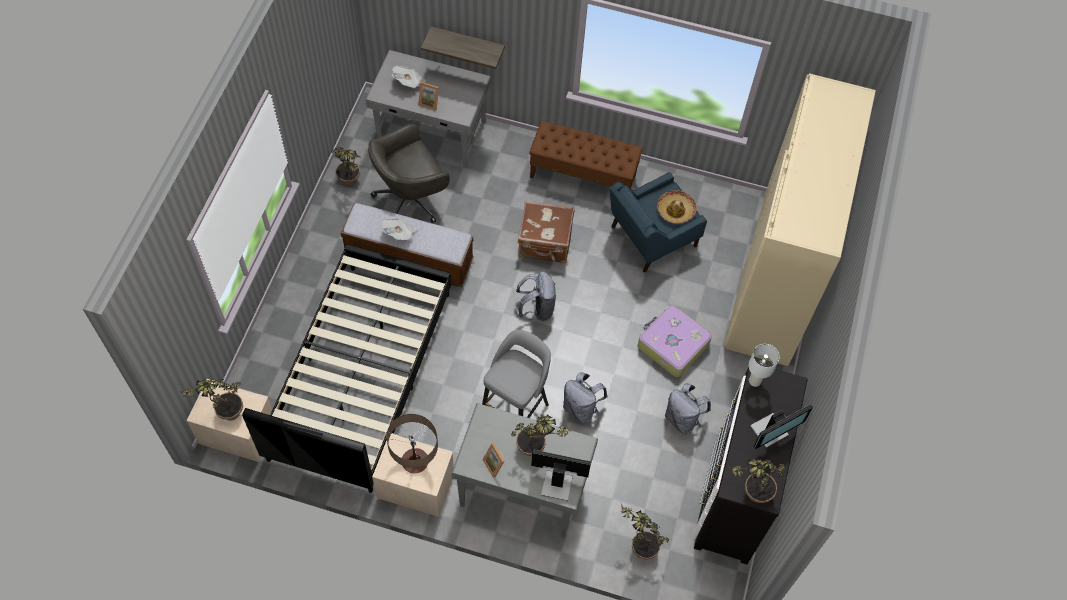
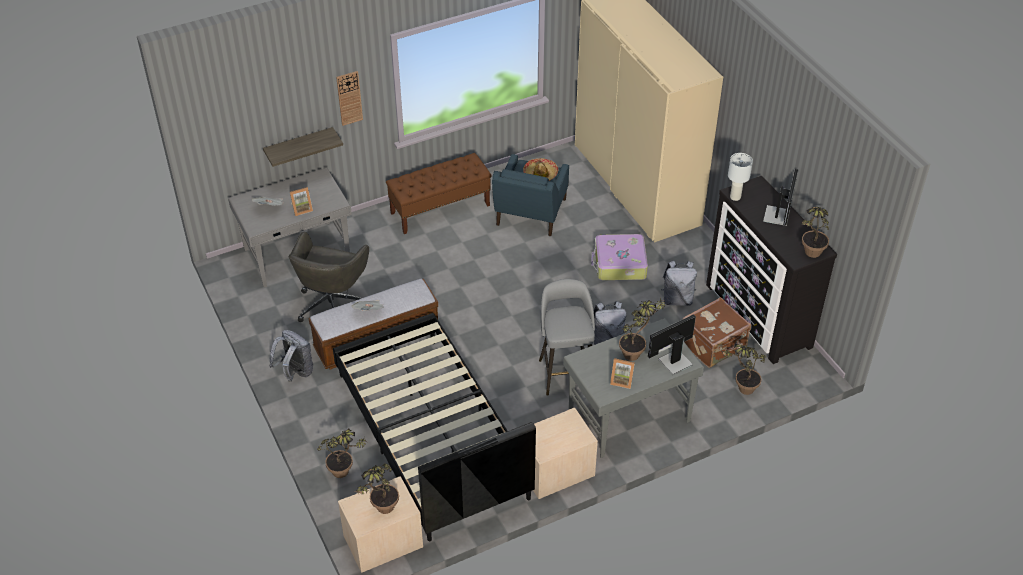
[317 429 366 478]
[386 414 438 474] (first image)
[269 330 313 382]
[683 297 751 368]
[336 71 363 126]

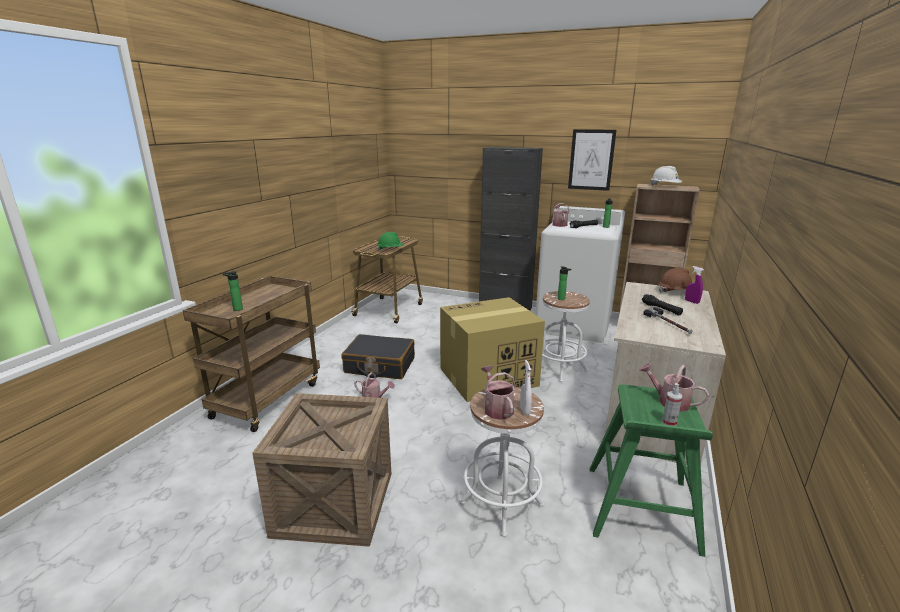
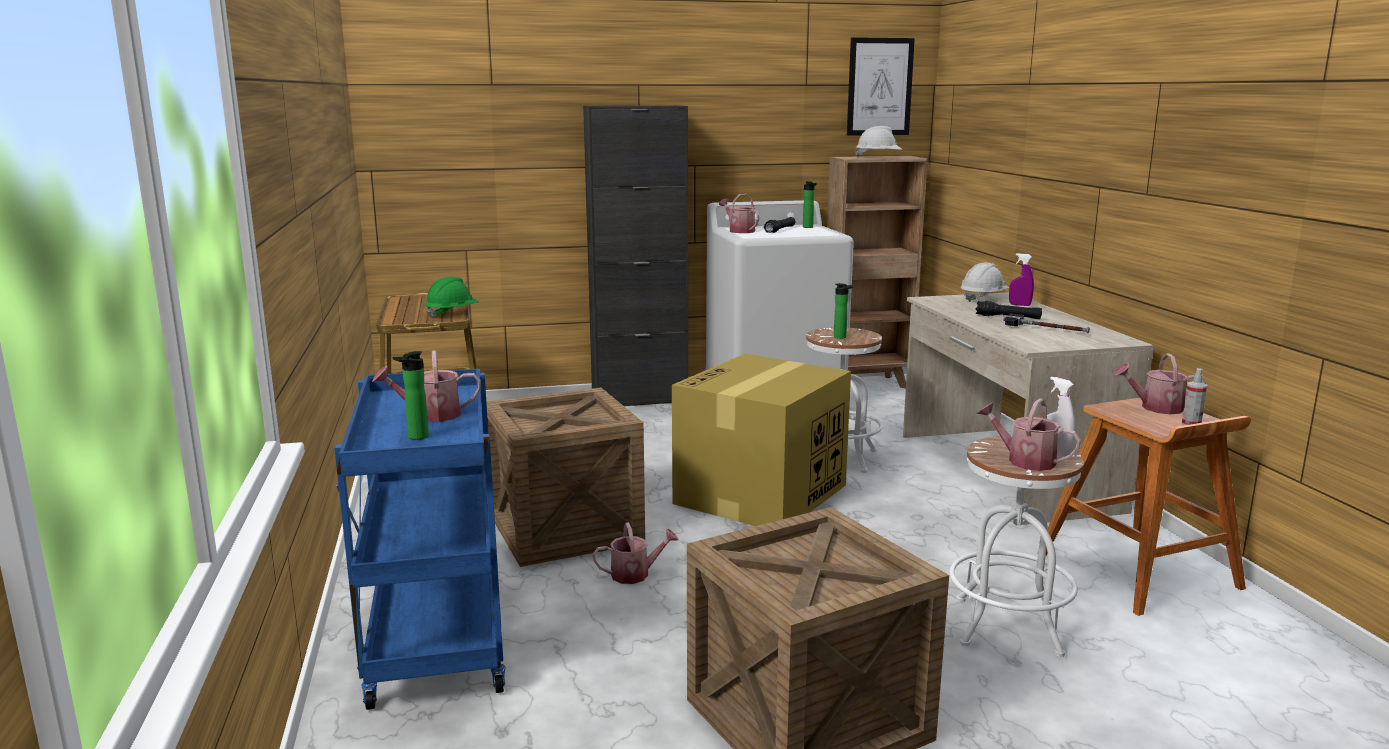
[334 369 506 710]
[486 388 645 567]
[847 37 915 136]
[1037 398 1251 616]
[960 263 1009 302]
[372 350 481 422]

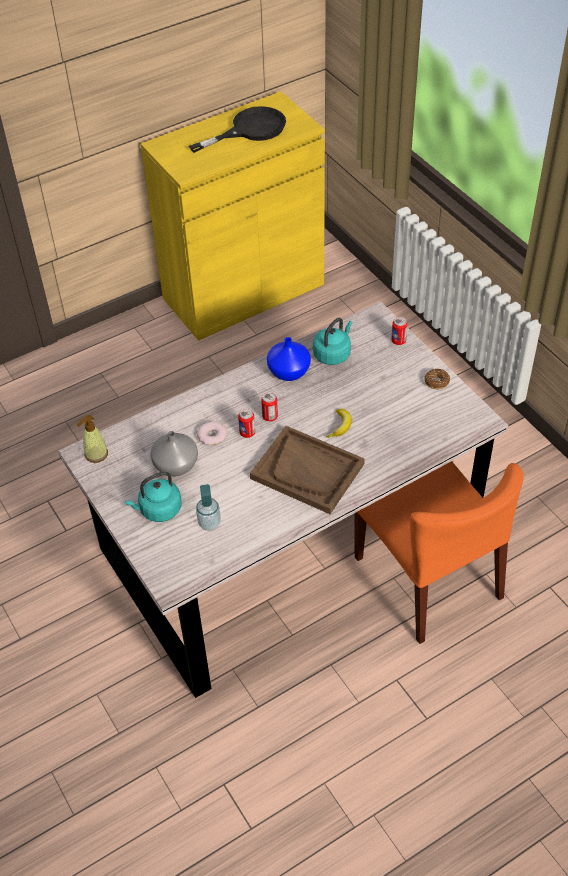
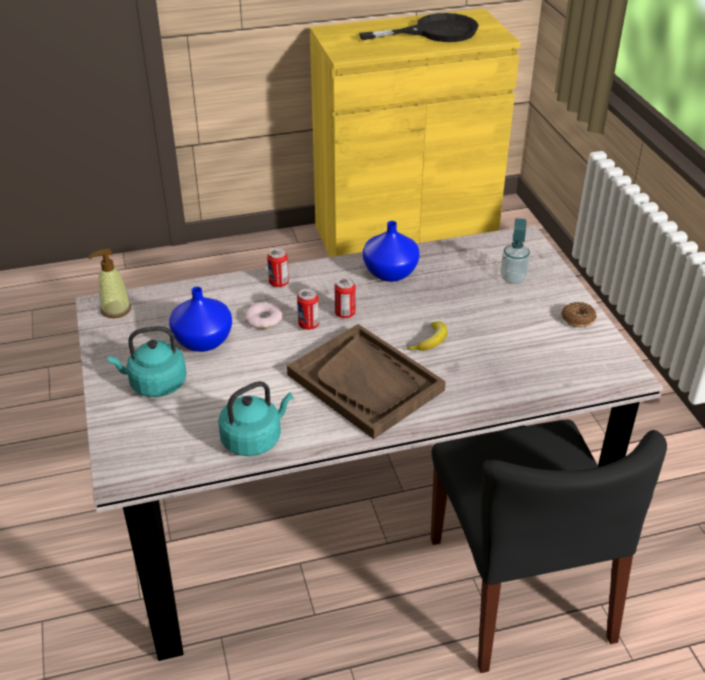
[169 287 232 352]
[500 218 530 284]
[218 381 293 456]
[431 420 667 673]
[267 248 289 287]

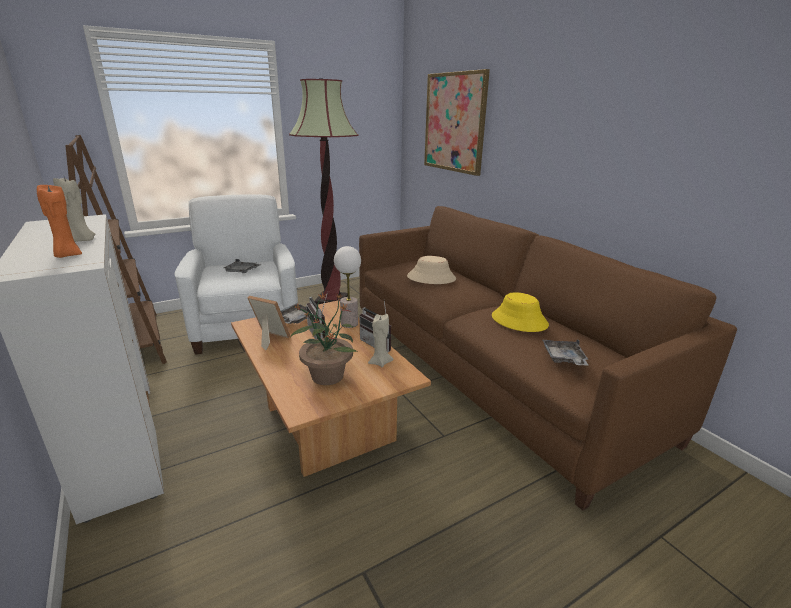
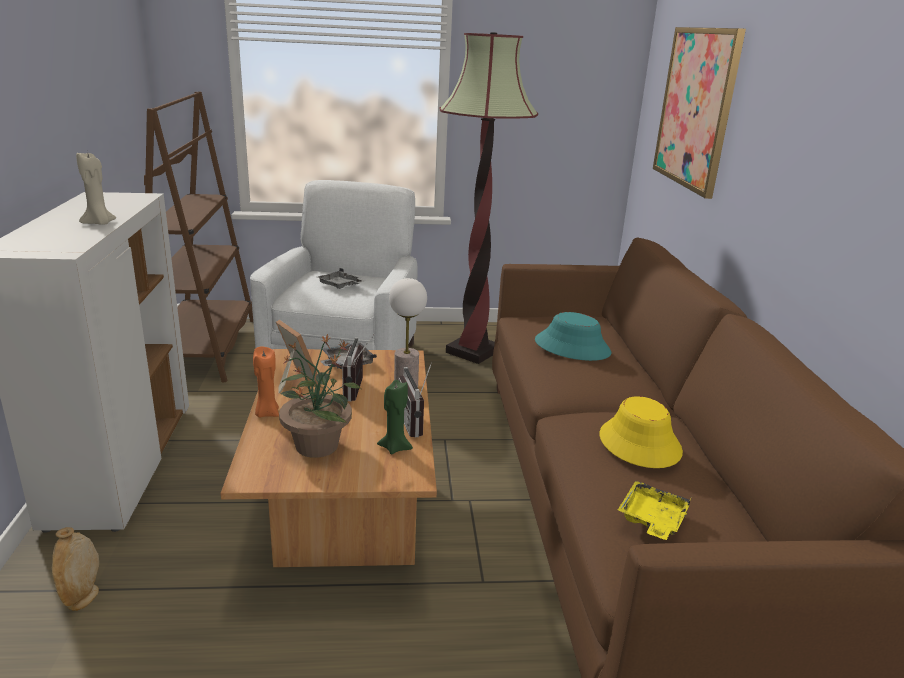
[253 347 279 418]
[377 380 413 454]
[535 312 611 361]
[618 481 692 540]
[52 527 99 611]

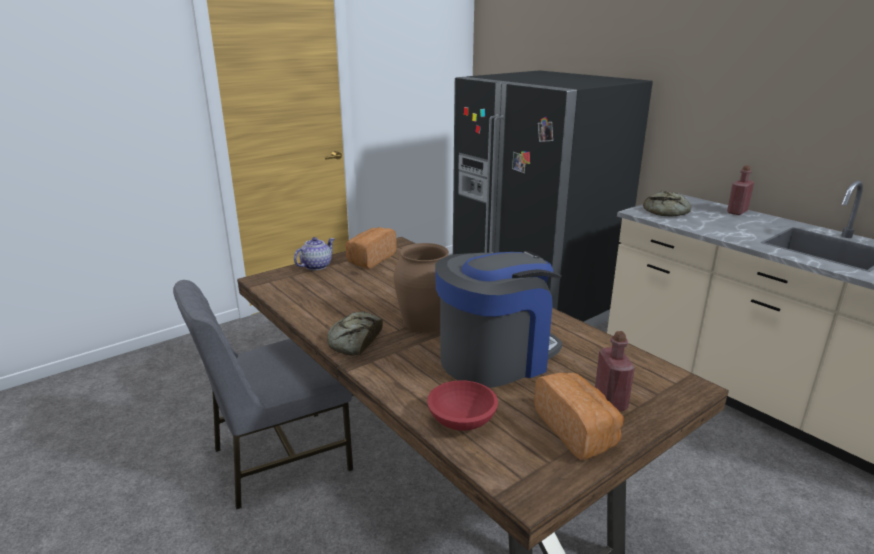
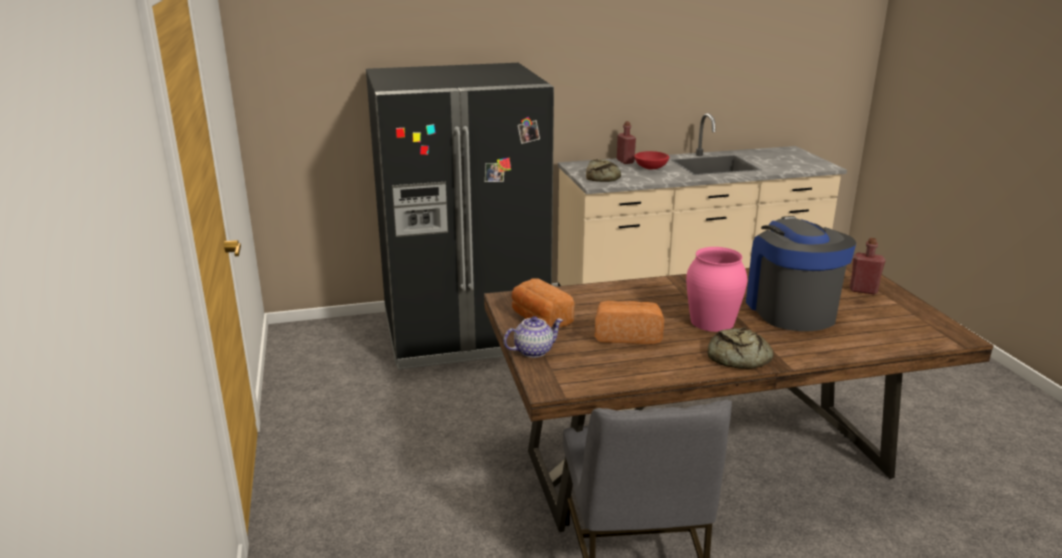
[503 316 563 358]
[686 247 747 332]
[634 151 669 169]
[595 301 664 344]

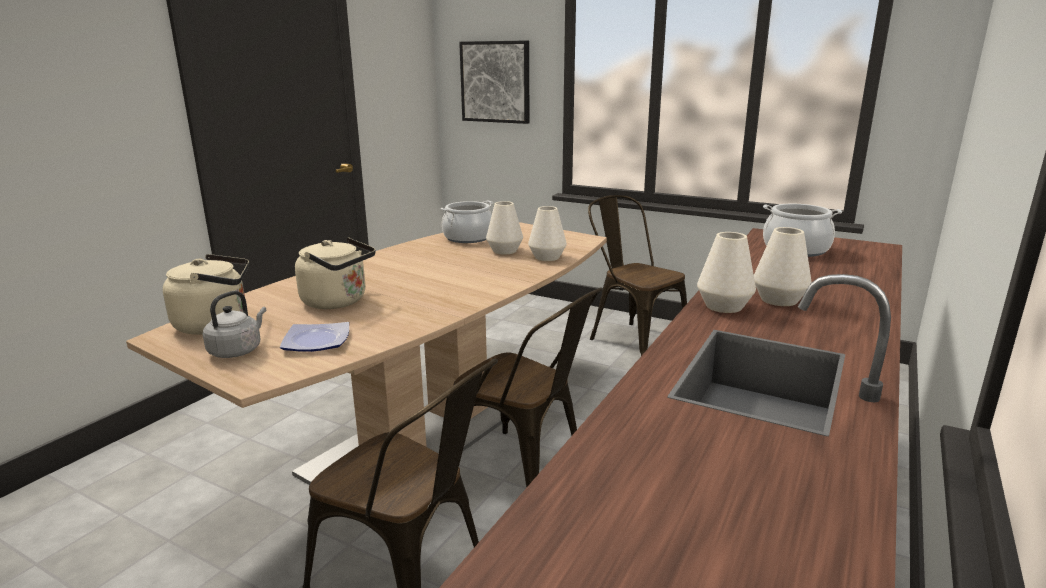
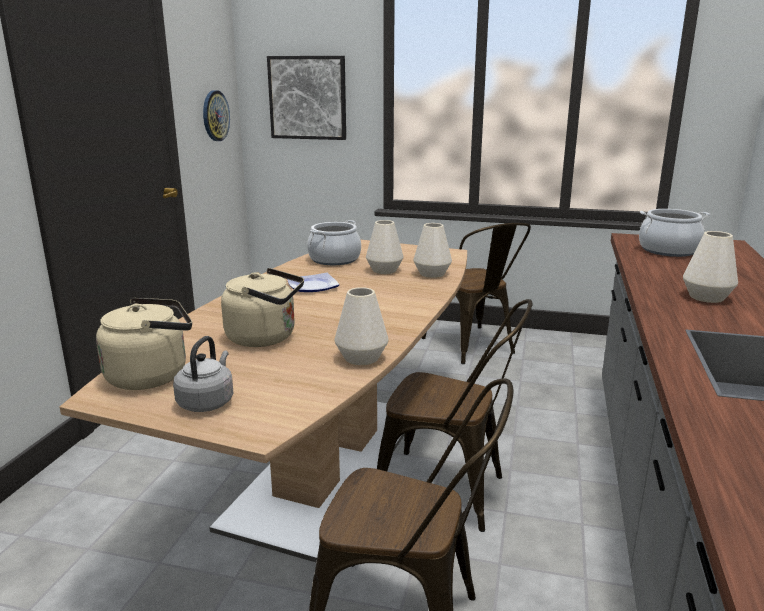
[287 273 339 292]
[421 223 531 364]
[335 287 388 365]
[203 90 230 141]

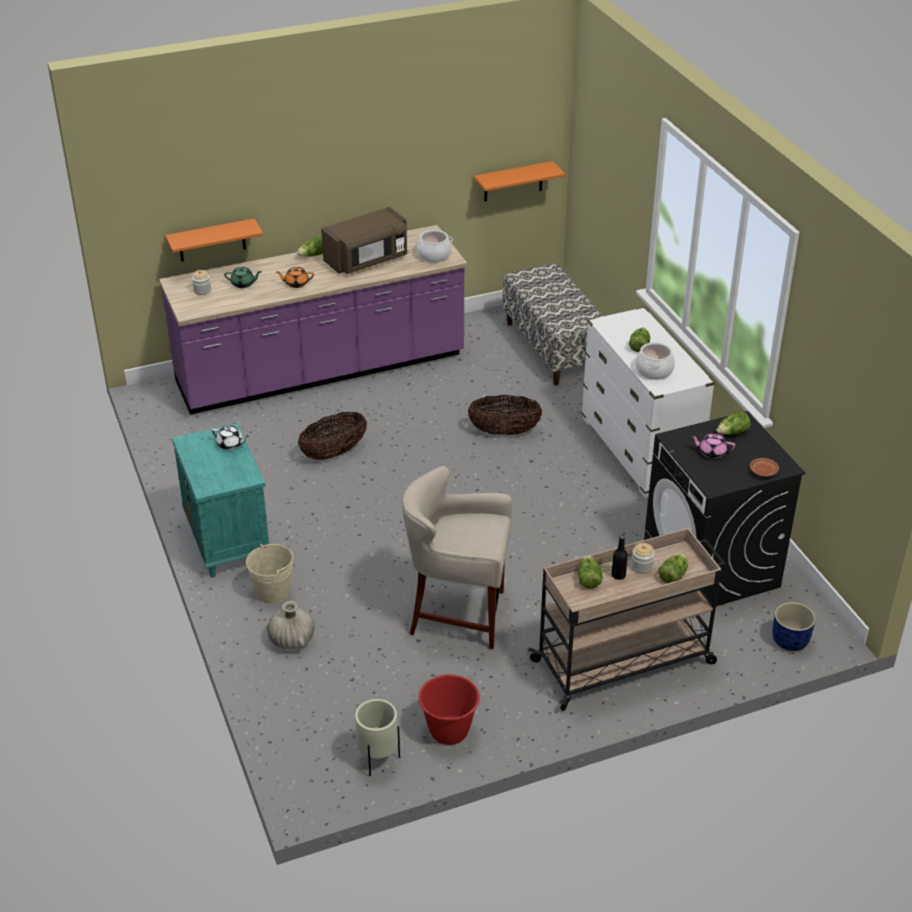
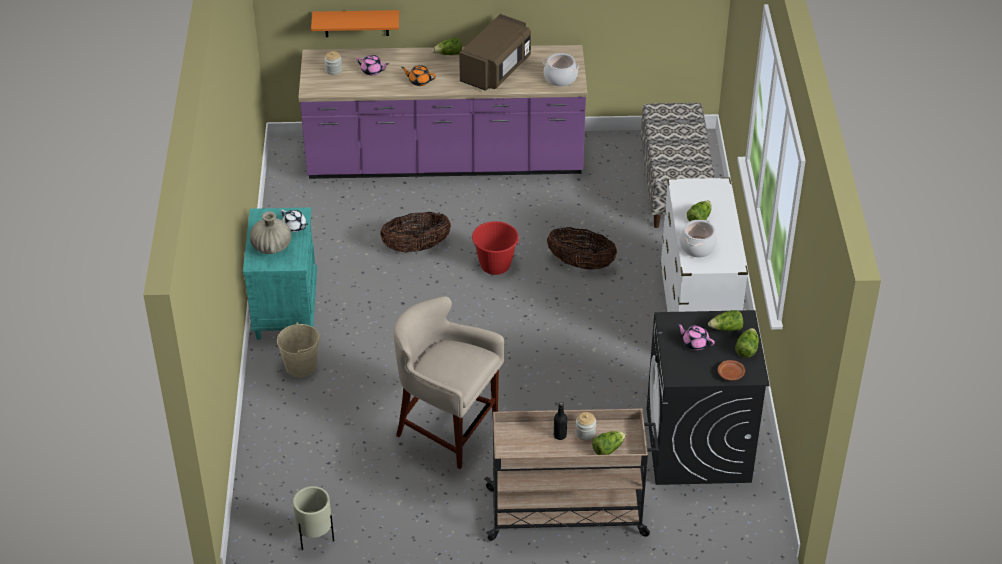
[356 55 389 76]
[250 211 291 254]
[459 14 531 91]
[472 221 520 275]
[474 161 565 201] (first image)
[735 328 759 358]
[773 602 816 651] (first image)

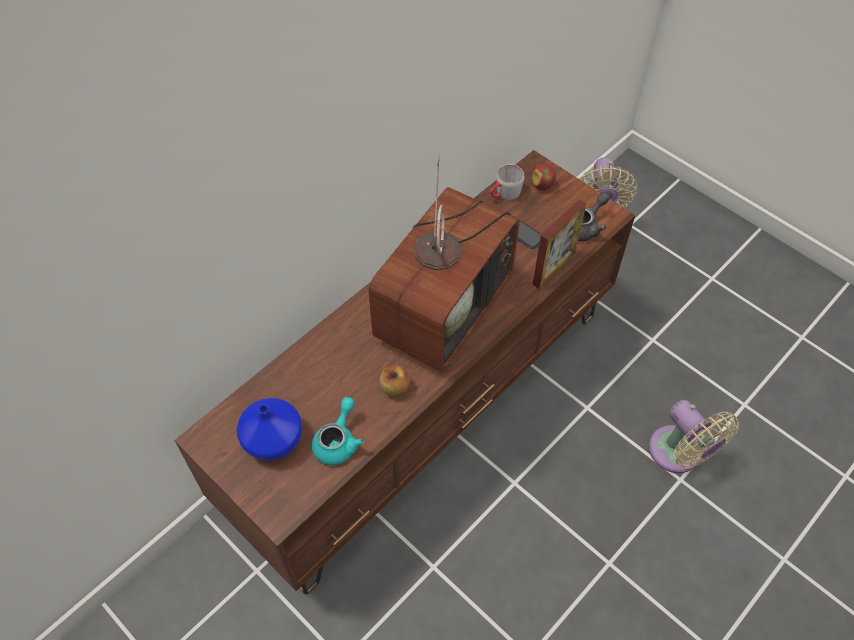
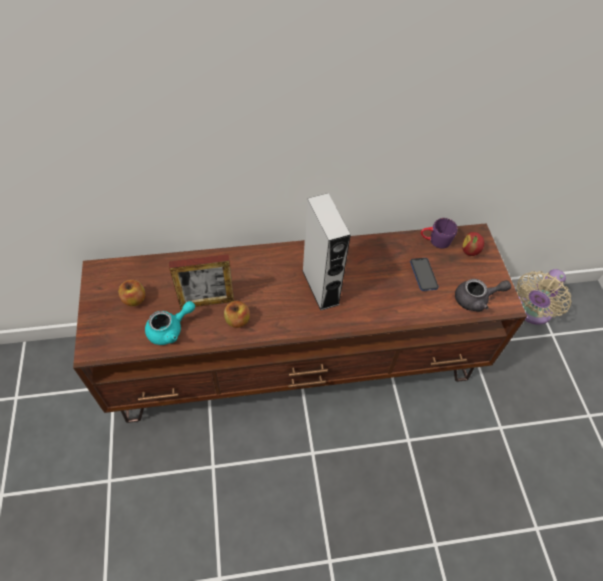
[118 280 145 306]
[302 193 351 311]
[421 218 458 249]
[169 254 234 309]
[649 400 739 473] (first image)

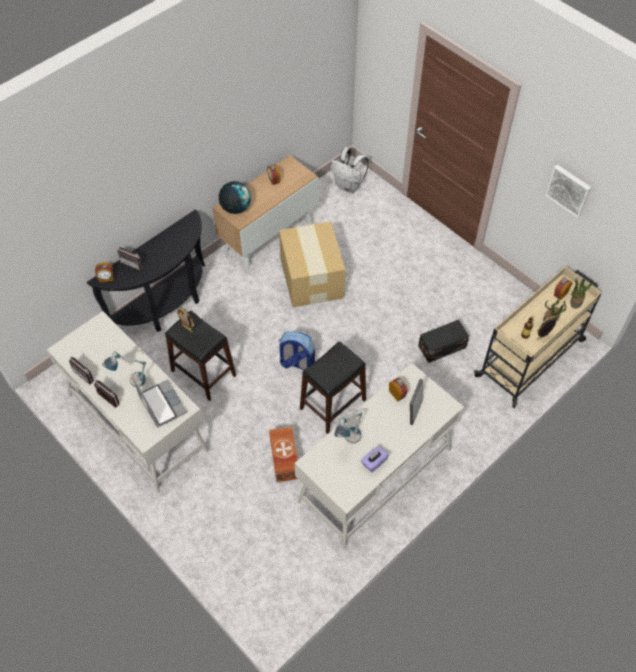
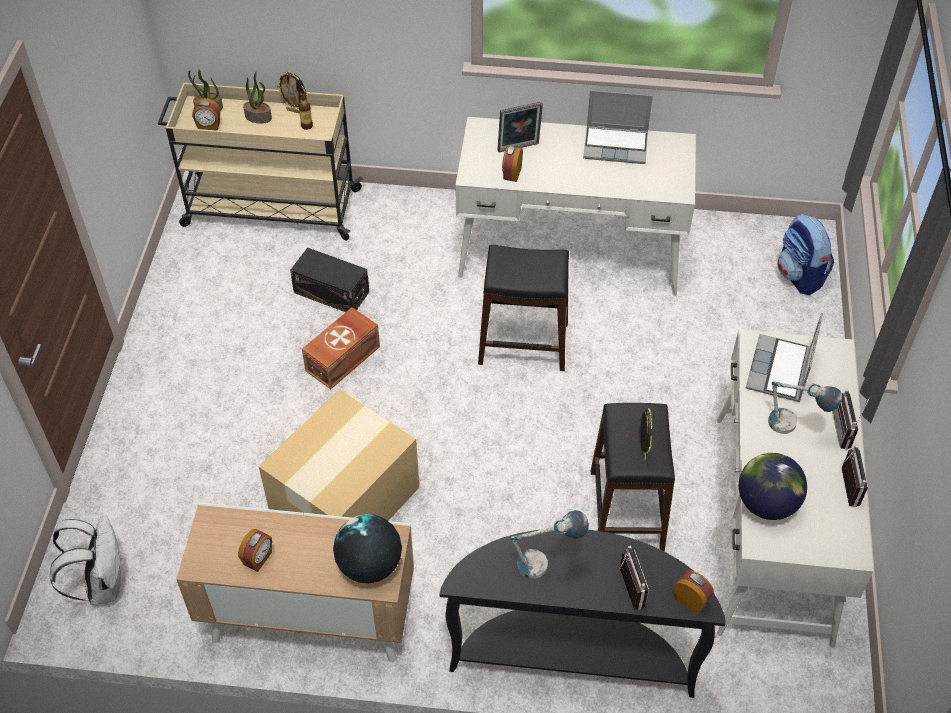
[302 307 380 389]
[777 214 834 295]
[510 510 589 579]
[583 90 653 164]
[545 165 591 218] (first image)
[739 453 807 520]

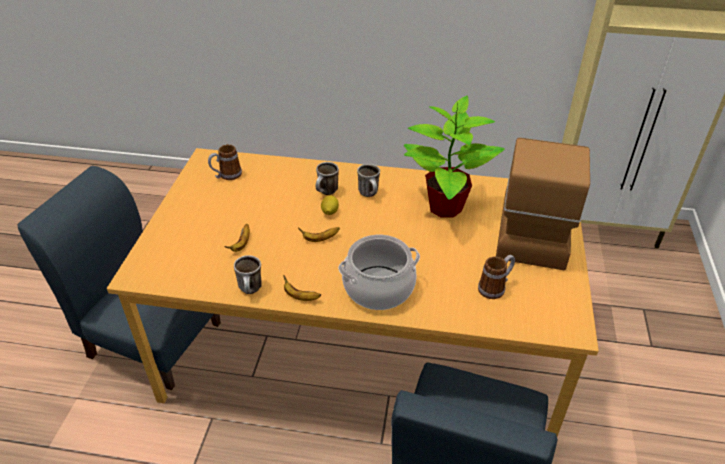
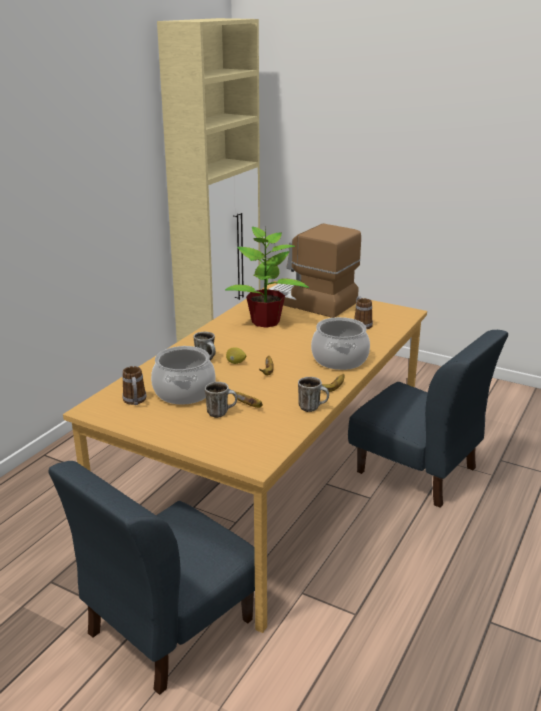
[205 382 237 418]
[151 346 216 405]

